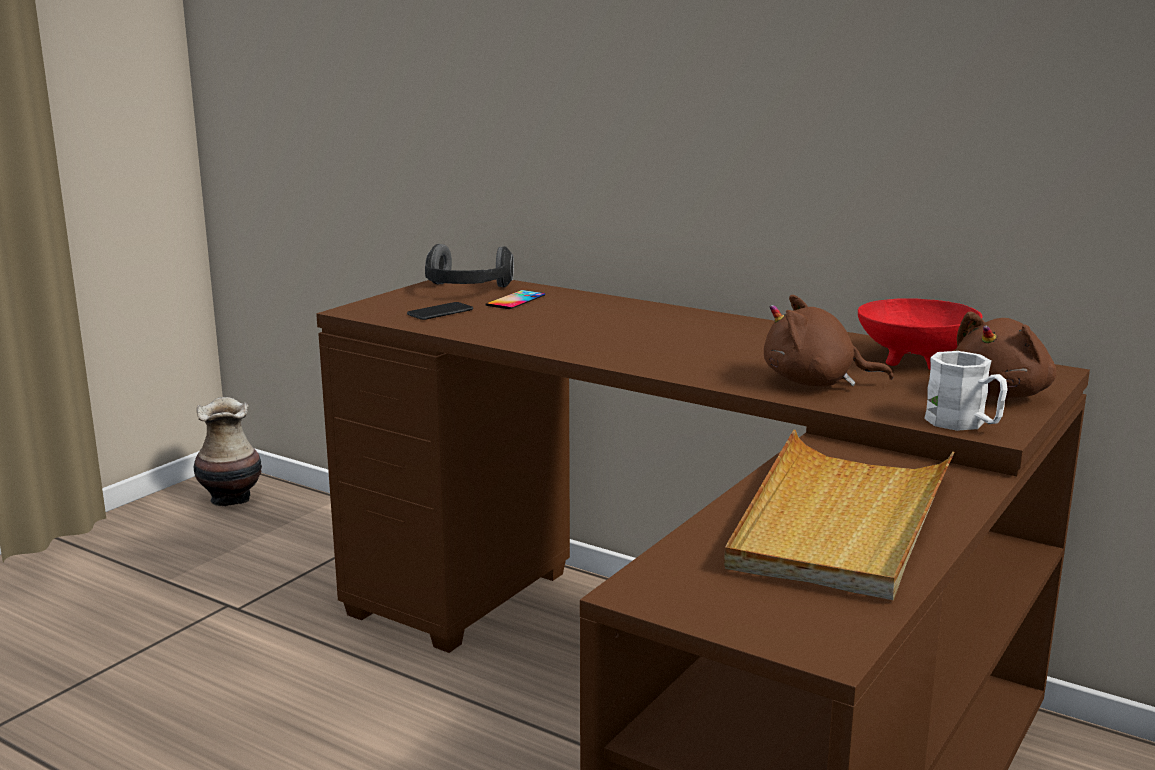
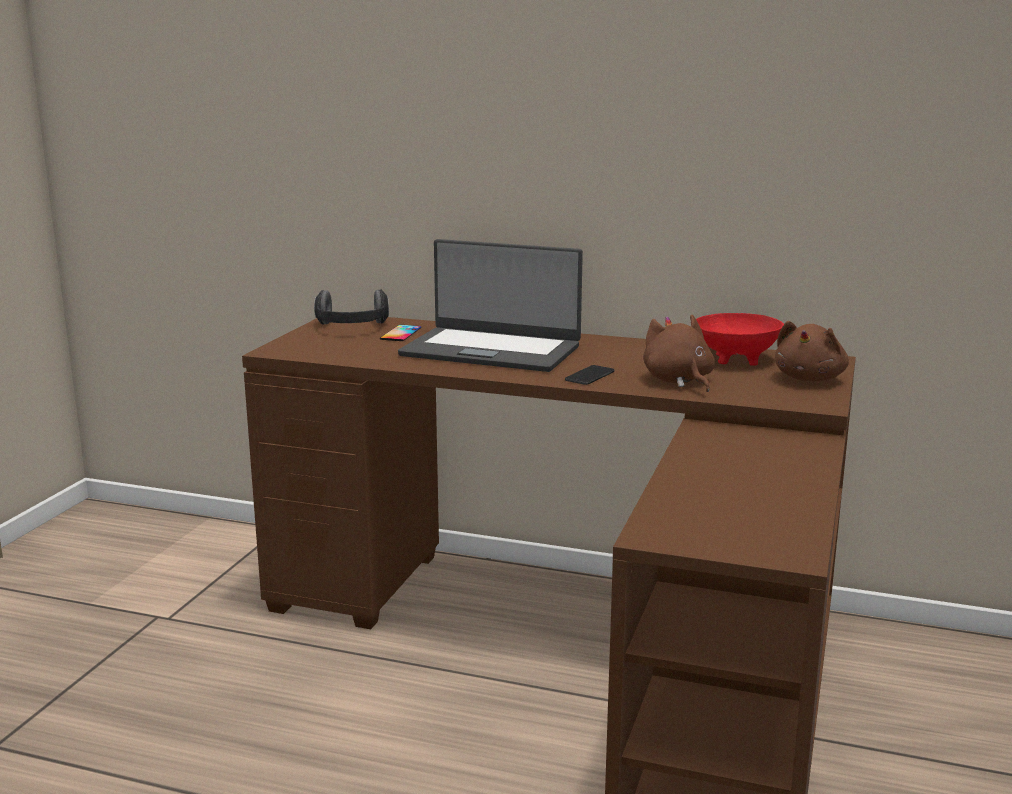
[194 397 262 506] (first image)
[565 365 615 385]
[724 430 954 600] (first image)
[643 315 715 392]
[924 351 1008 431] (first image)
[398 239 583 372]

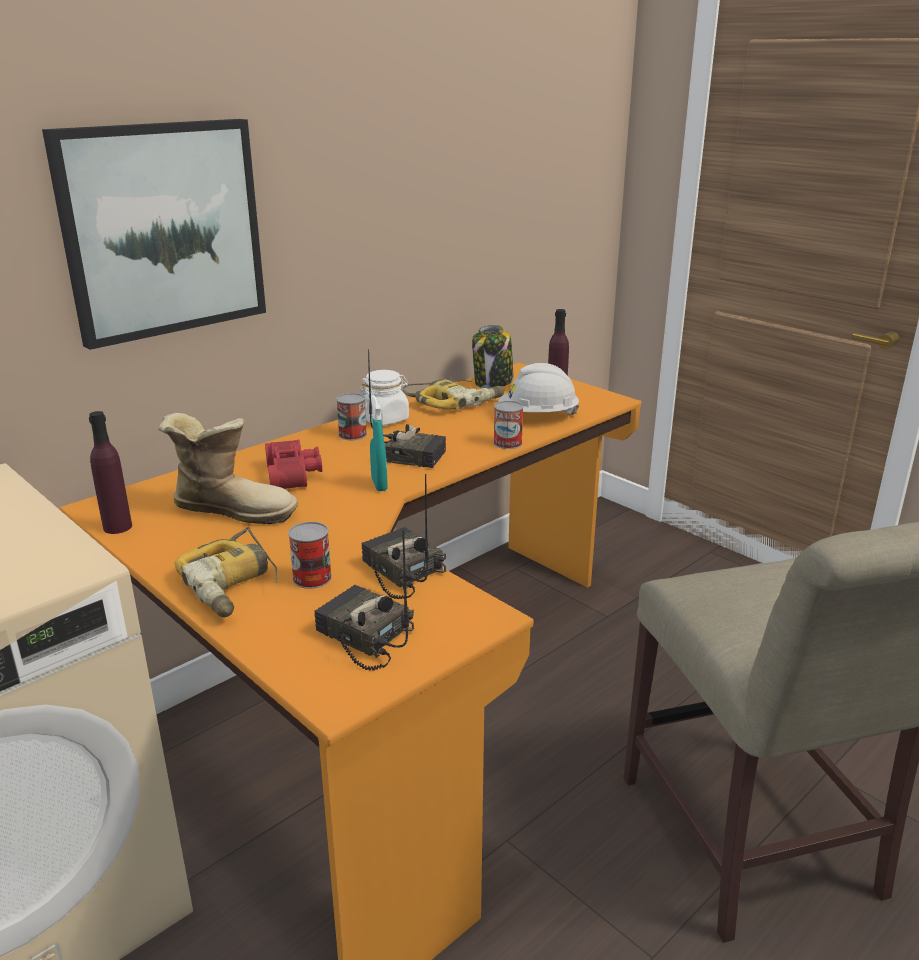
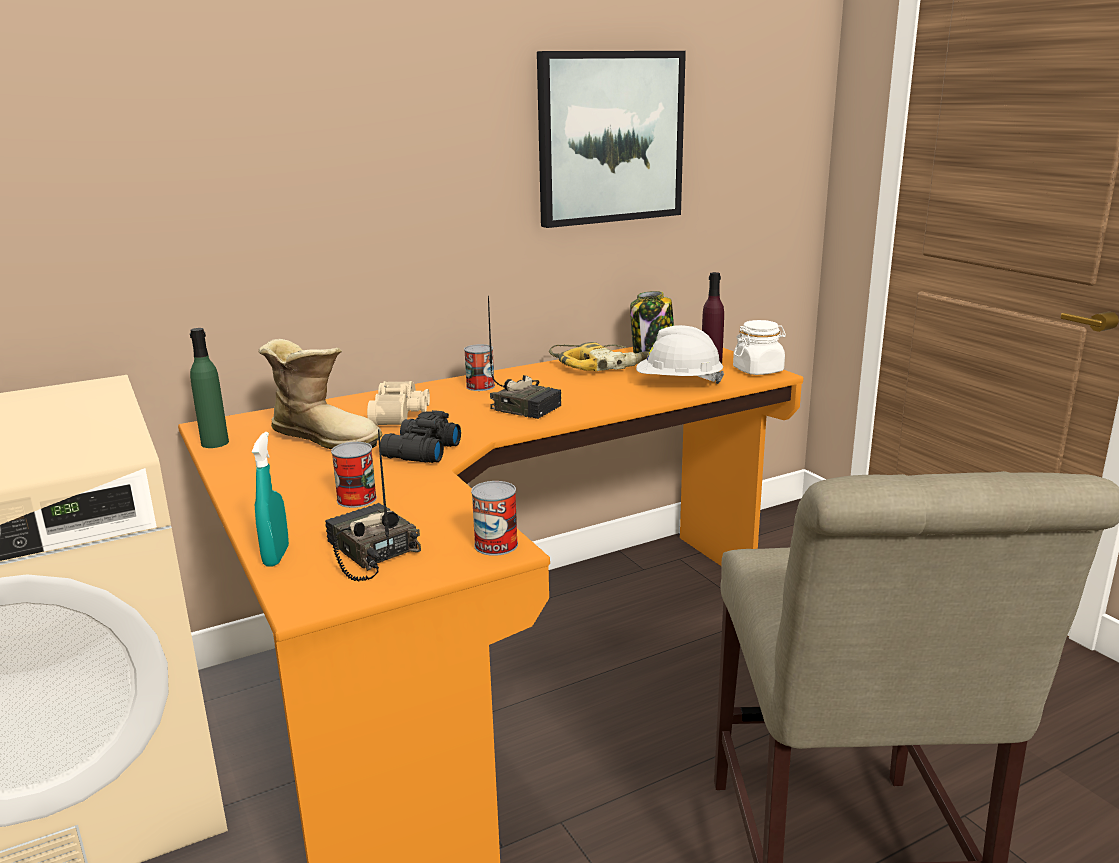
[537 51 686 228]
[190 328 229 448]
[175 527 278 617] (first image)
[367 381 430 426]
[733 320 786 375]
[361 474 446 599] (first image)
[252 432 289 567]
[471 481 518 556]
[380 410 461 463]

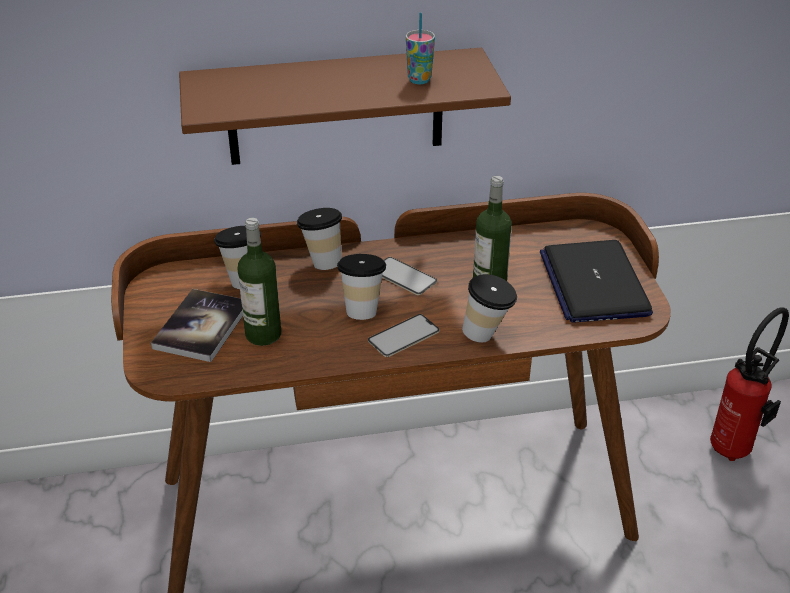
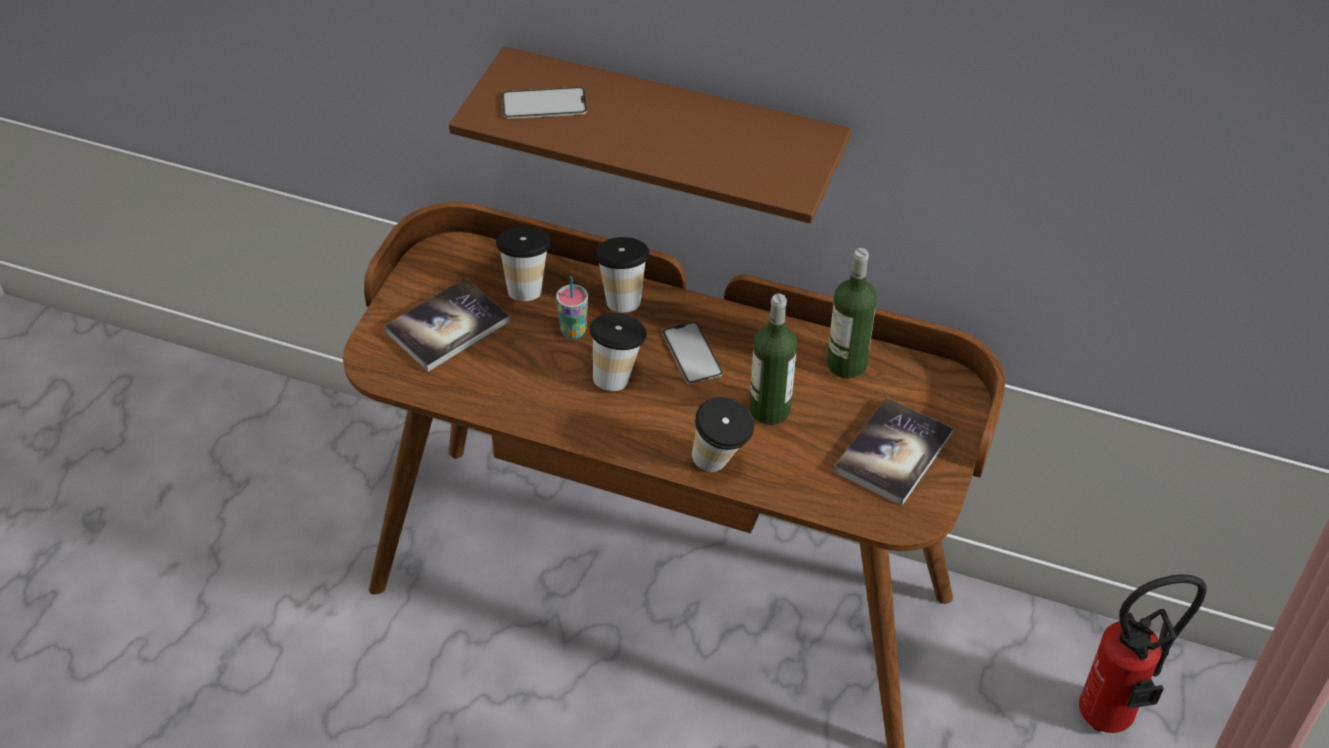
[826 248 877 379]
[502 87 587 119]
[556 276 588 339]
[834 397 953 506]

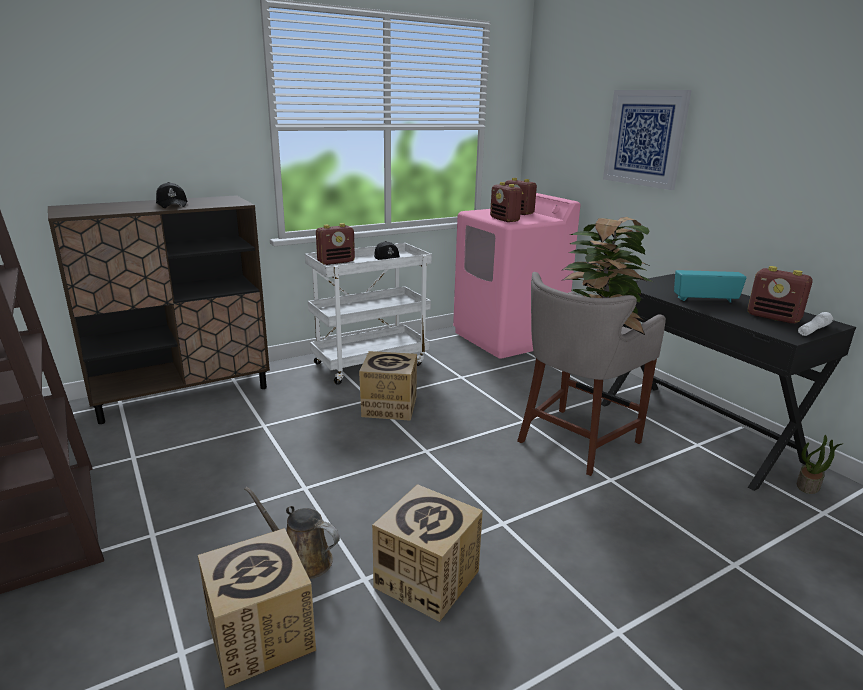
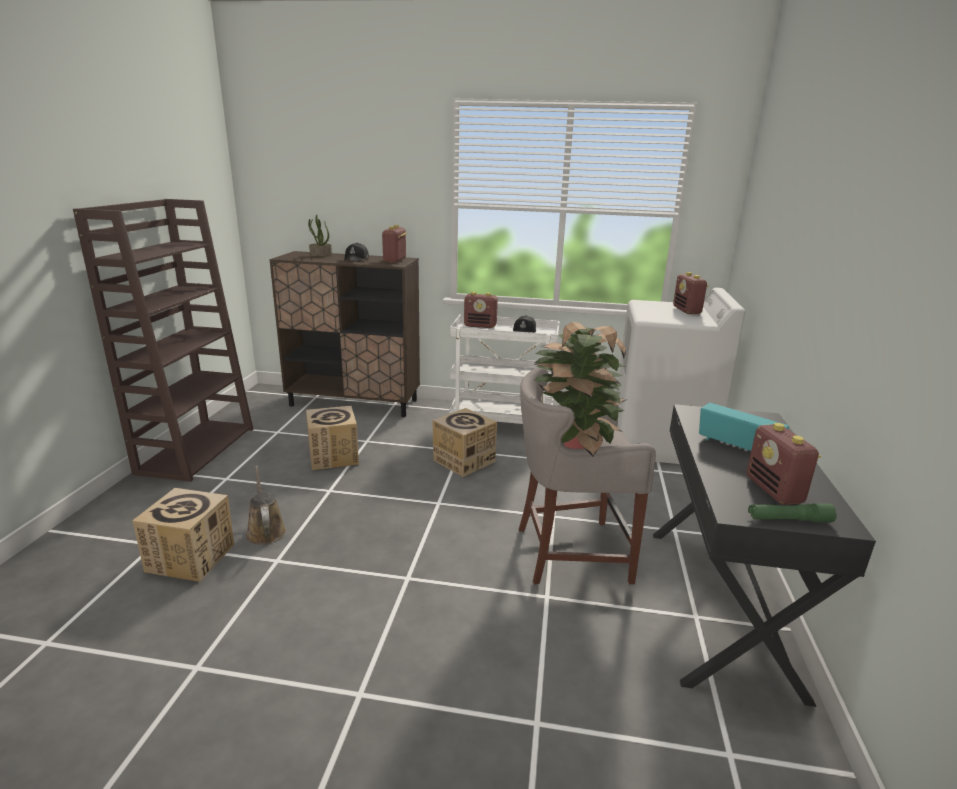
[306 406 359 470]
[617 288 745 464]
[382 225 407 263]
[603 90 692 190] (first image)
[308 215 332 256]
[748 503 837 522]

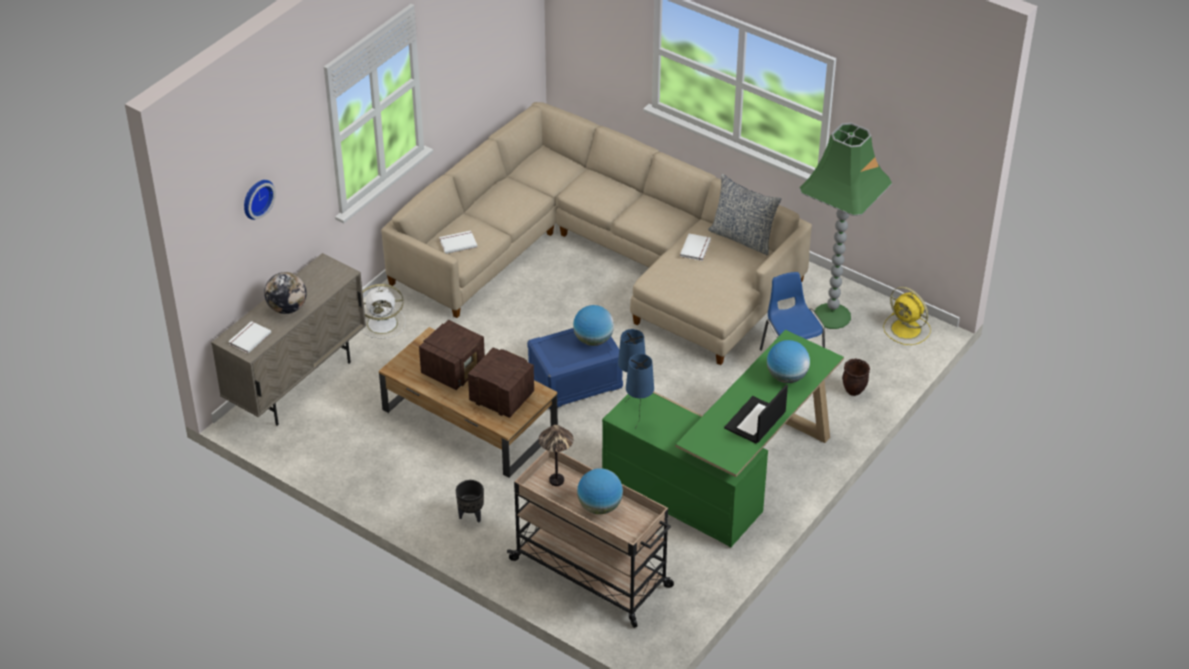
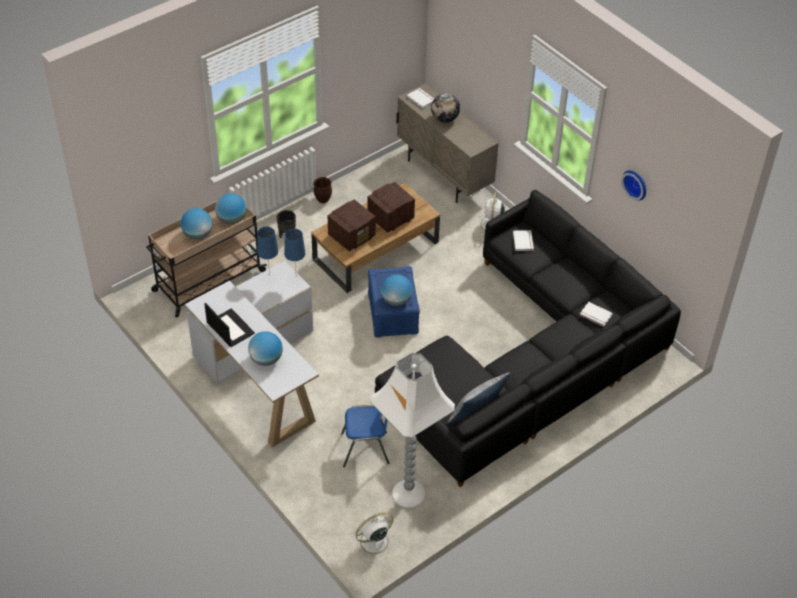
[621 170 646 201]
[375 190 681 487]
[368 182 415 233]
[215 193 246 224]
[185 261 319 447]
[580 302 613 327]
[370 353 455 508]
[313 177 332 203]
[353 512 397 561]

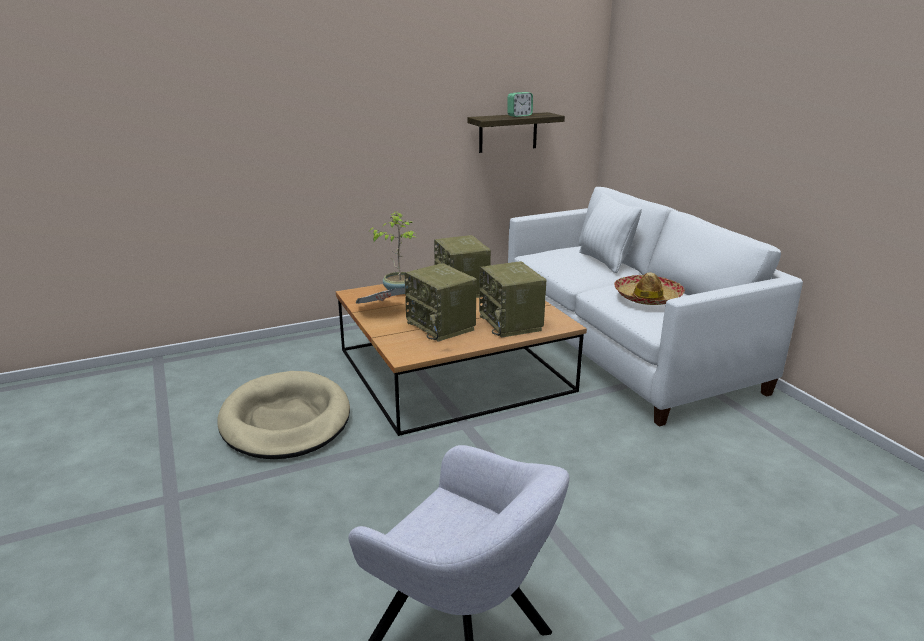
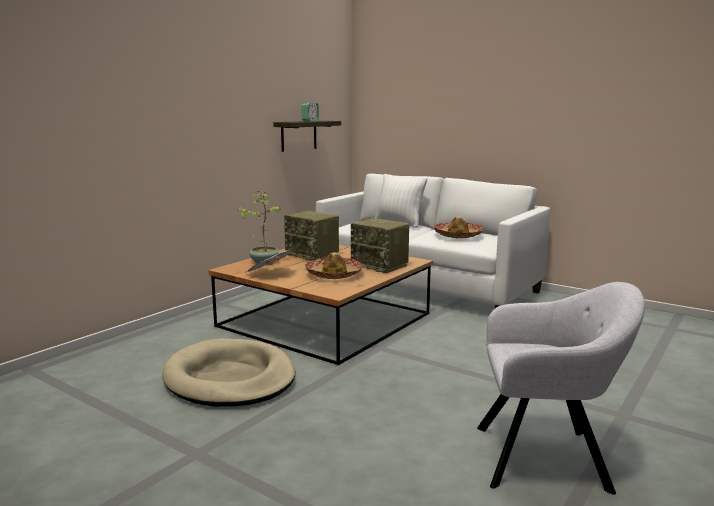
[305 252 363 279]

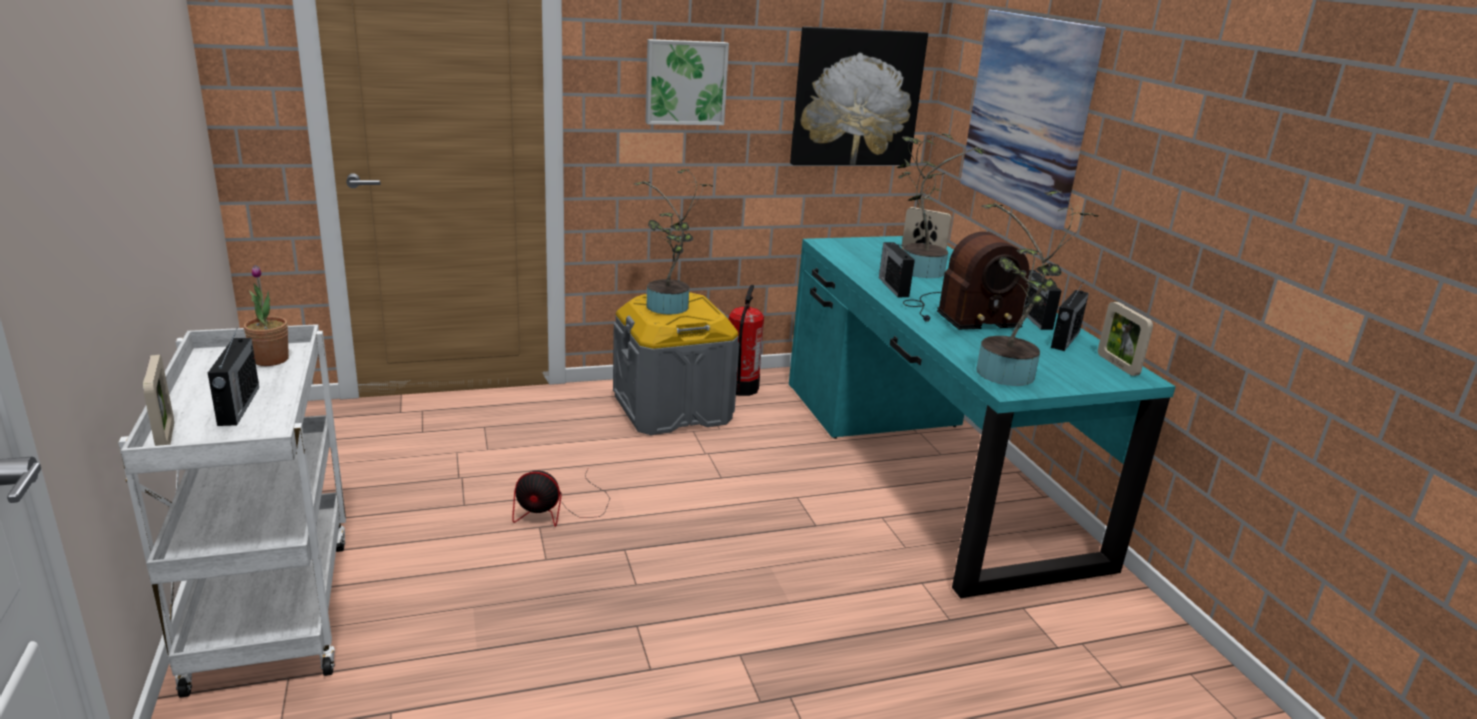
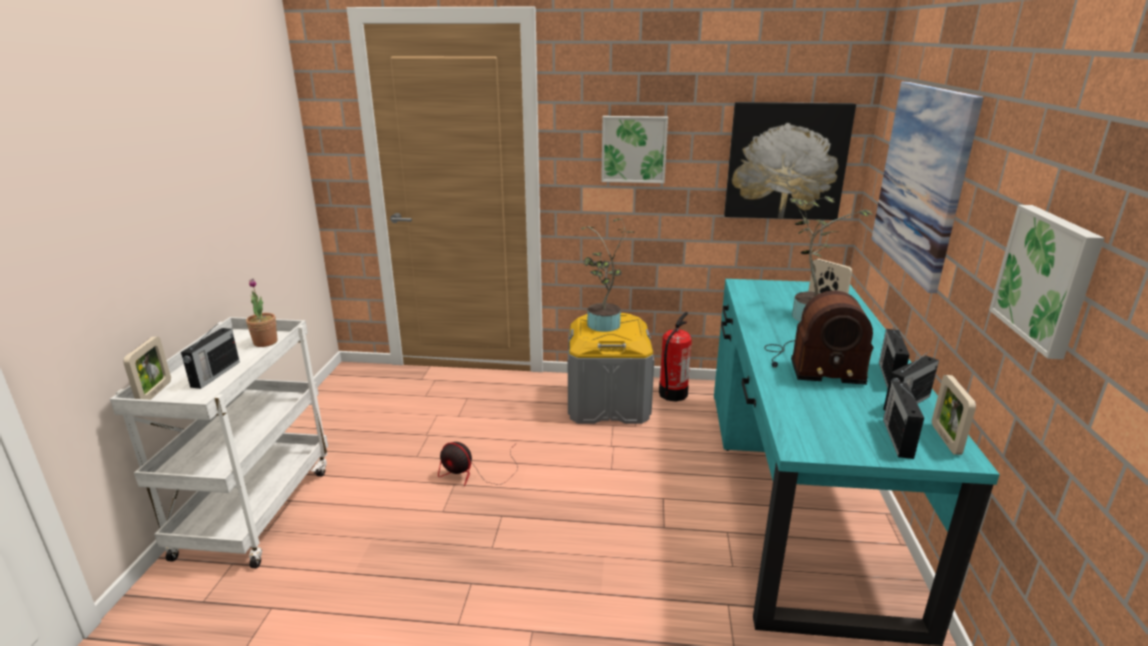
[883 381 924 459]
[977 190 1099 386] (first image)
[989 205 1105 359]

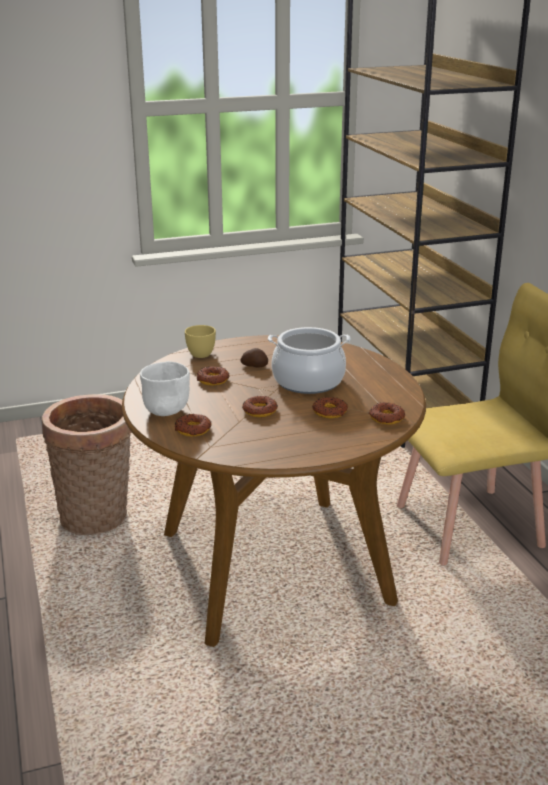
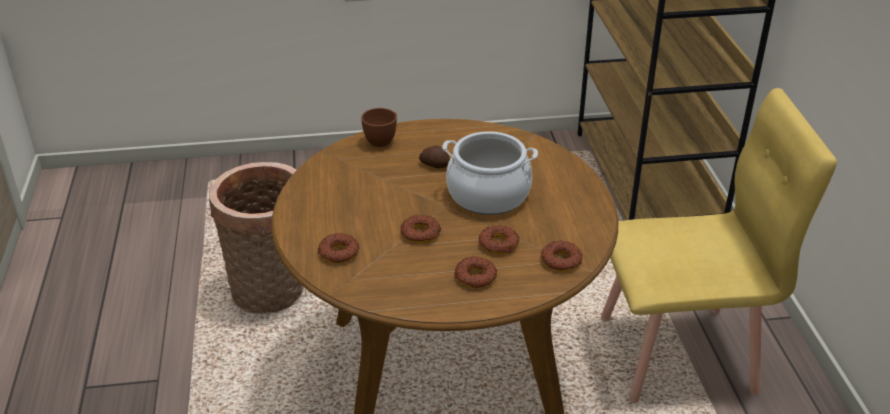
[140 361 190 416] (first image)
[361 108 397 147]
[455 256 497 288]

